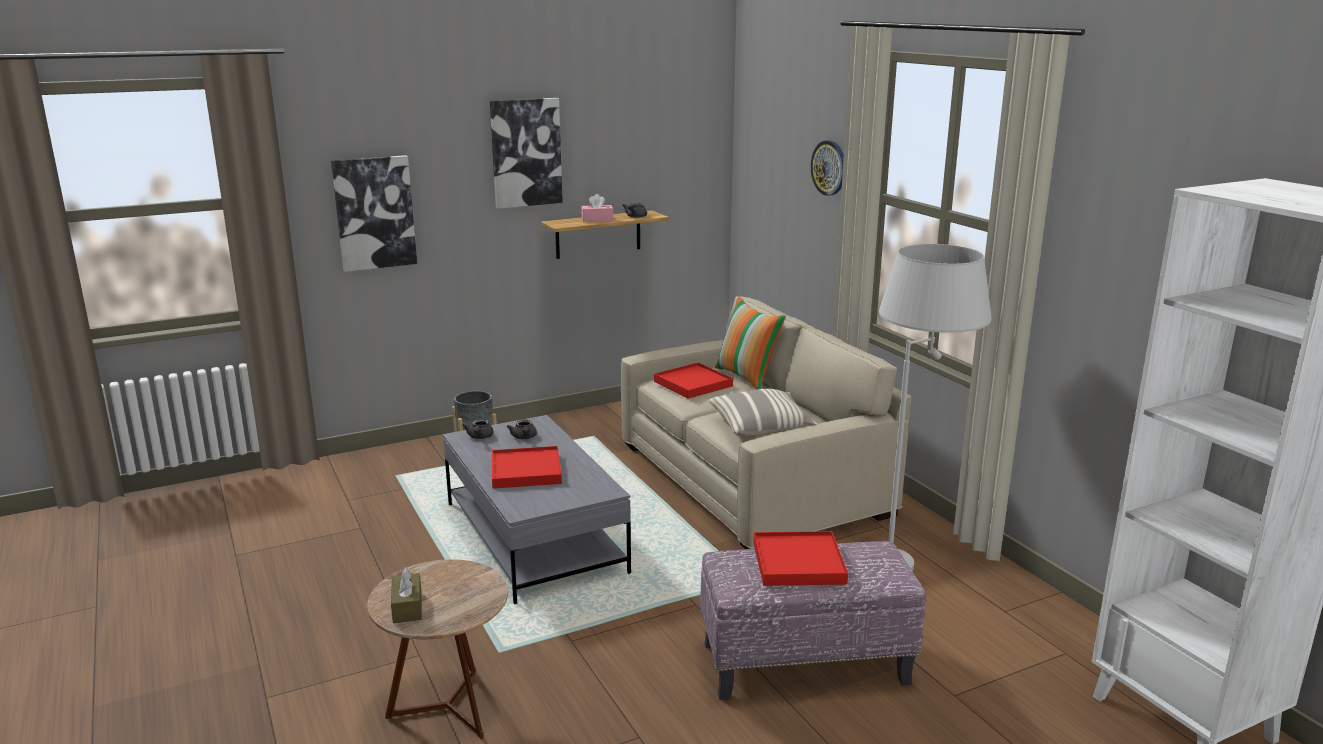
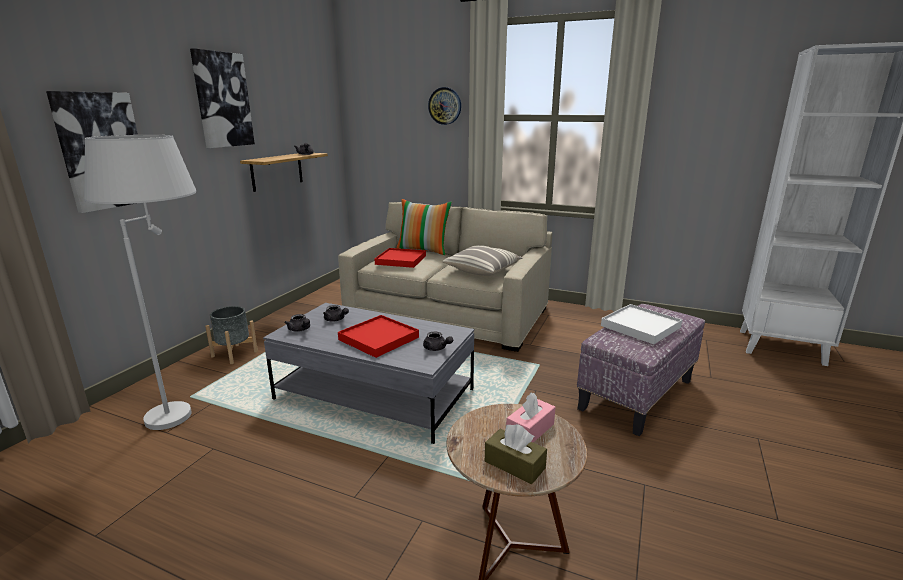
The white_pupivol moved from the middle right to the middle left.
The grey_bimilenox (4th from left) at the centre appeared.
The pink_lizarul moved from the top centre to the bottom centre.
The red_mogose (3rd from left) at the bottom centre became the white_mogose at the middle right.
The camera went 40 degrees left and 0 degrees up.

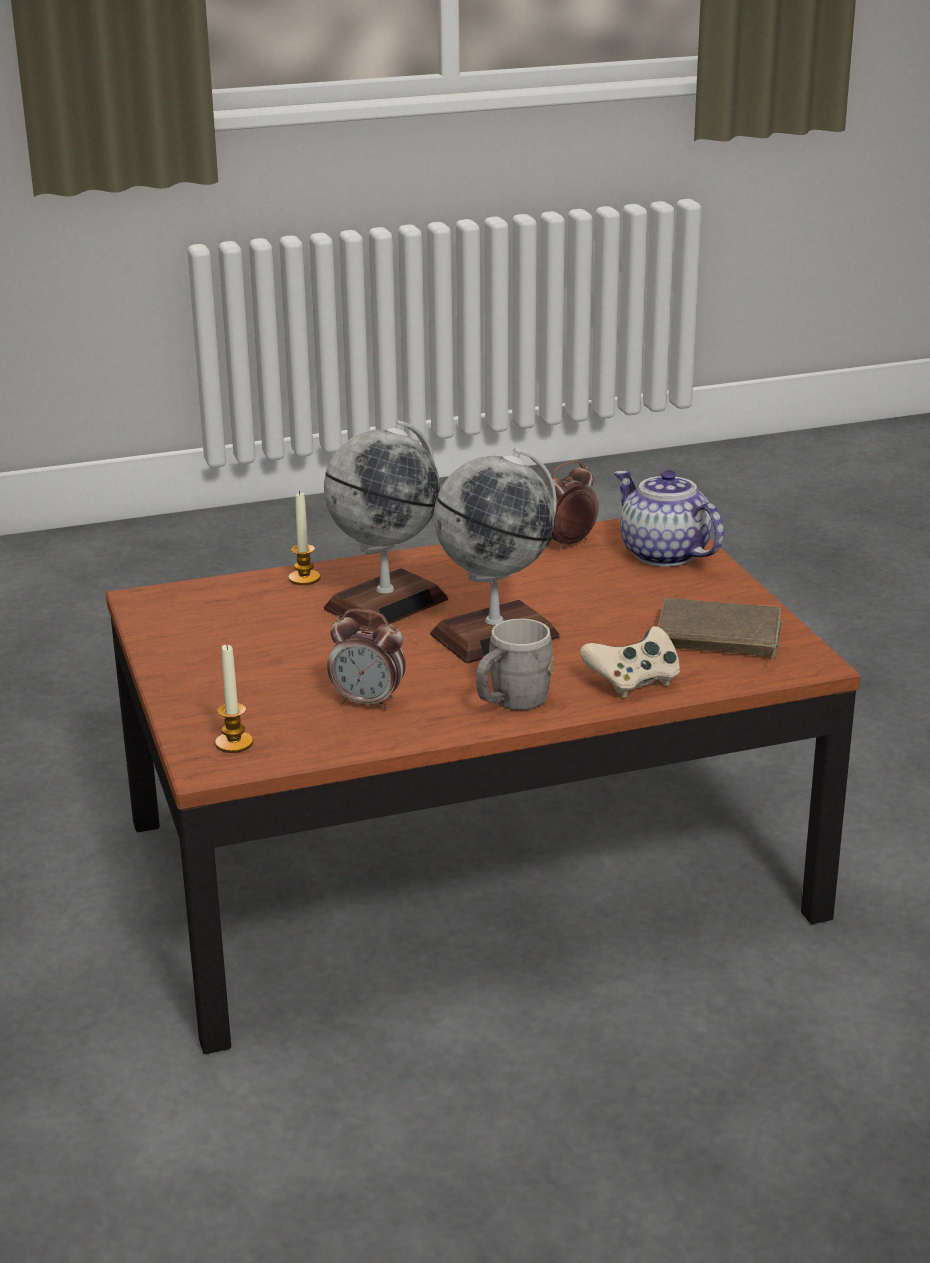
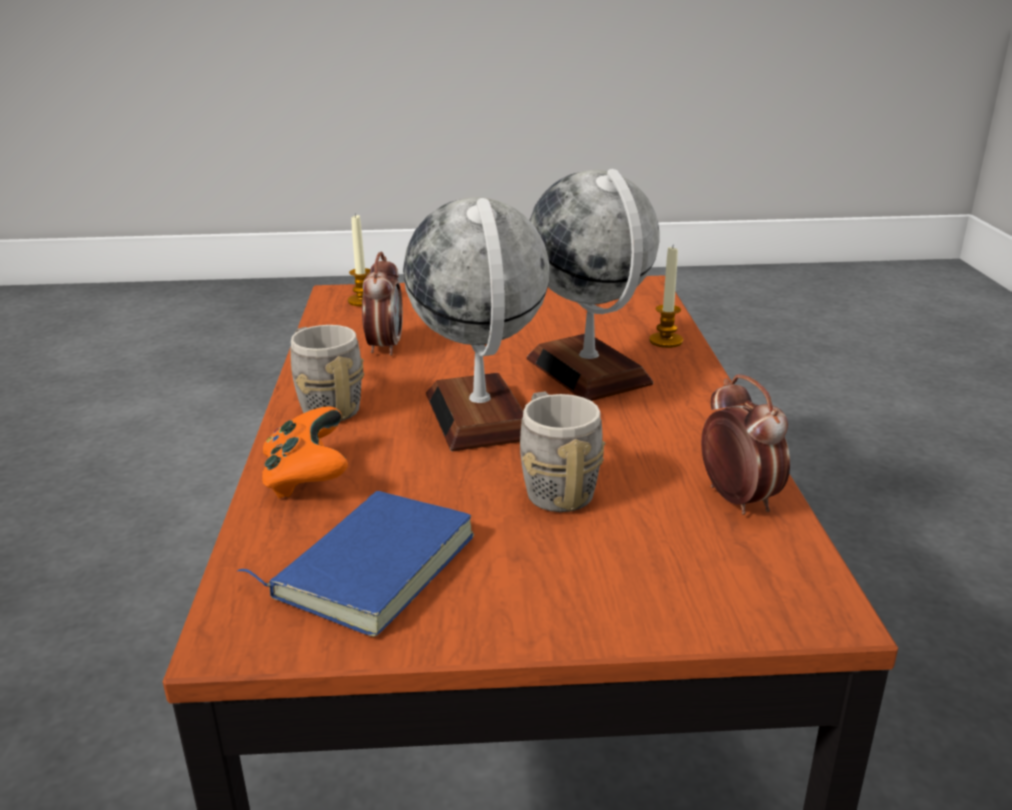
The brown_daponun at the middle right became the blue_daponun at the bottom centre.
The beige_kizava at the middle right became the orange_kizava at the middle left.
The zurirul (1st from left) at the centre turned 150 degrees clockwise.
The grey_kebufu (2nd from left) at the centre appeared.
The bimilenox at the middle right disappeared.
The camera went 105 degrees right and 0 degrees up.

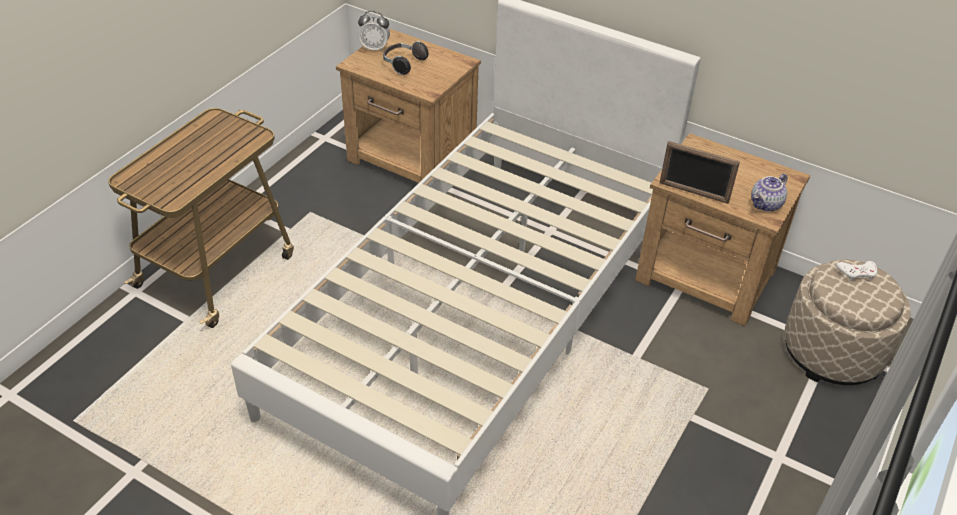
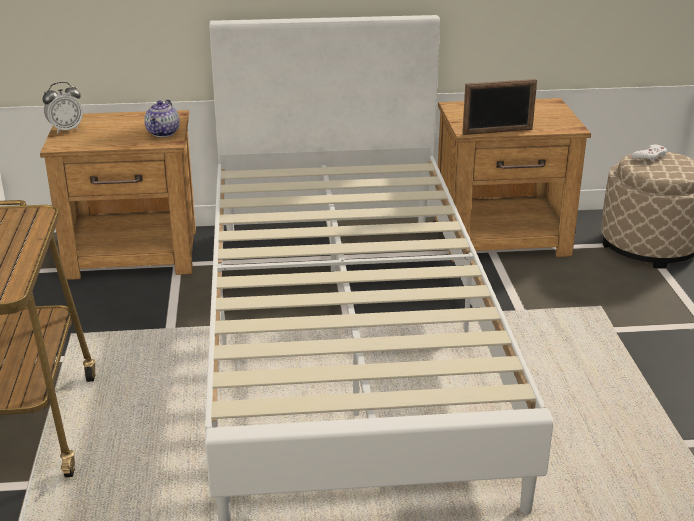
The bimilenox moved from the middle right to the top left.
The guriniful at the top centre disappeared.
The camera went 35 degrees left and 15 degrees down.

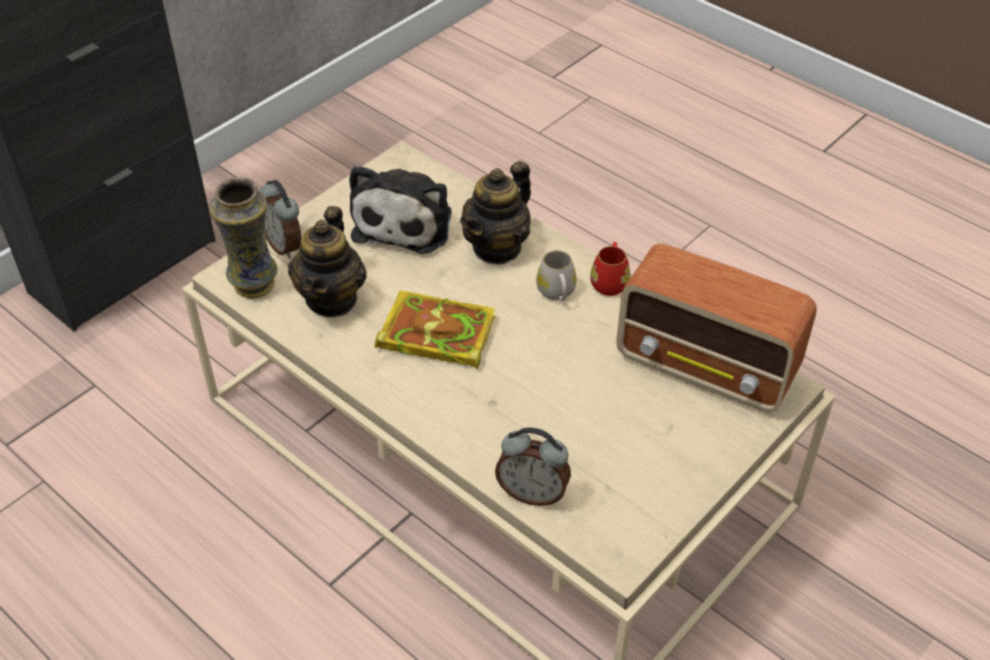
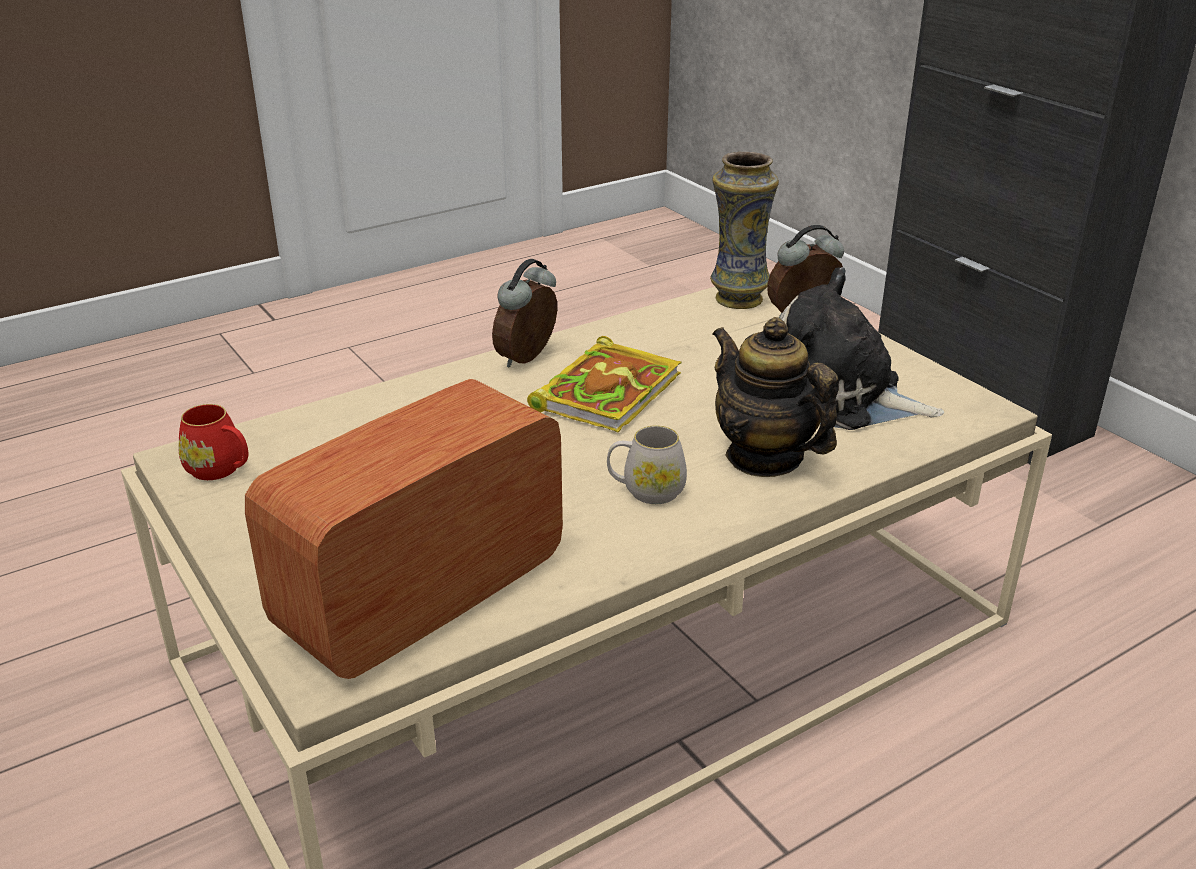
The red_kebufu moved from the centre to the middle left.
The zurirul (2nd from left in the first image) moved from the bottom centre to the centre.
The bimilenox (1st from left) at the middle left disappeared.
The camera went 105 degrees right and 15 degrees down.

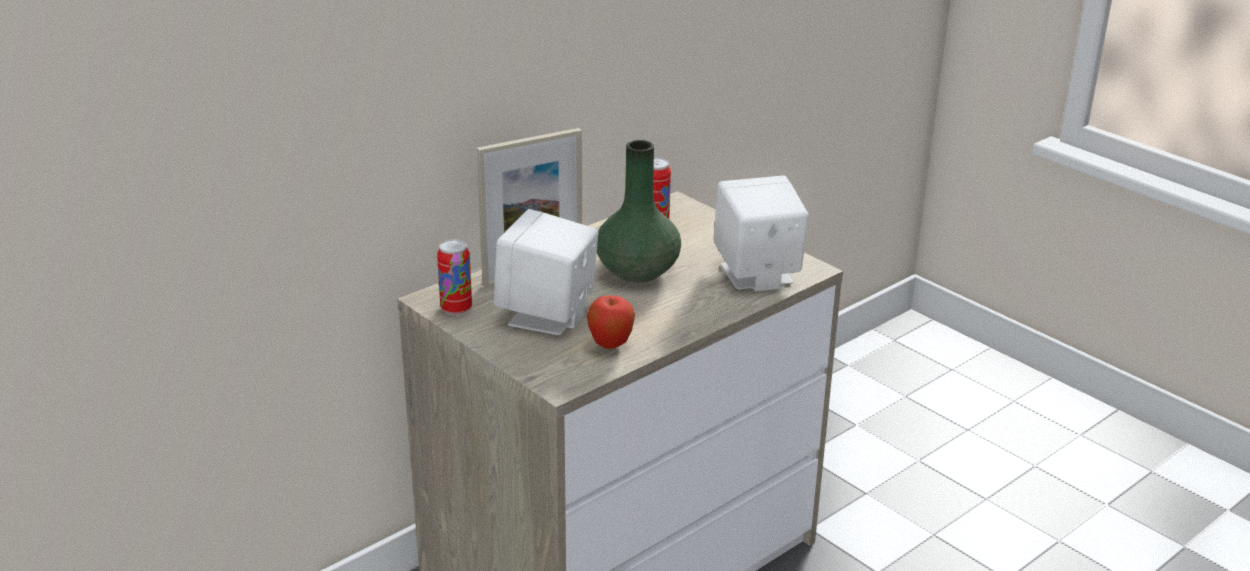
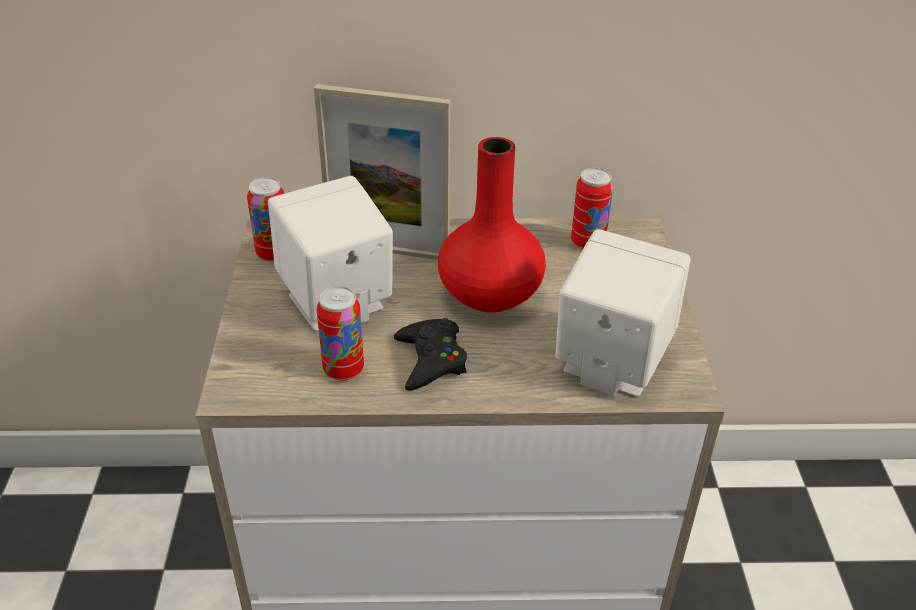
The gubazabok at the centre was replaced by the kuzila (2nd from left) at the centre.
The black_kizava at the centre appeared.
The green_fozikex at the centre became the red_fozikex at the centre.
The camera went 40 degrees right and 10 degrees up.

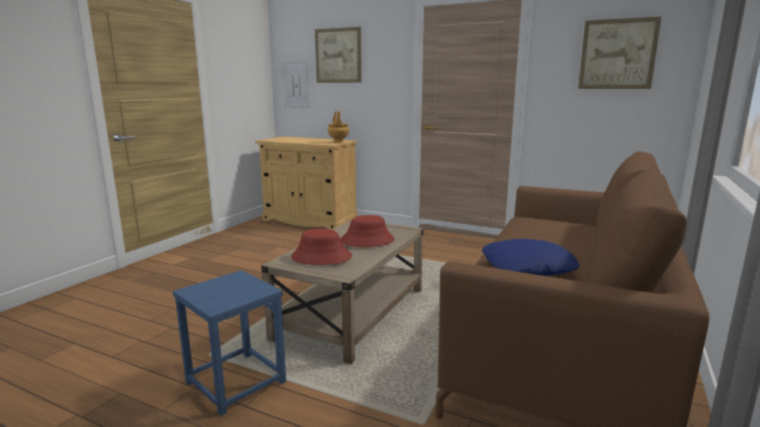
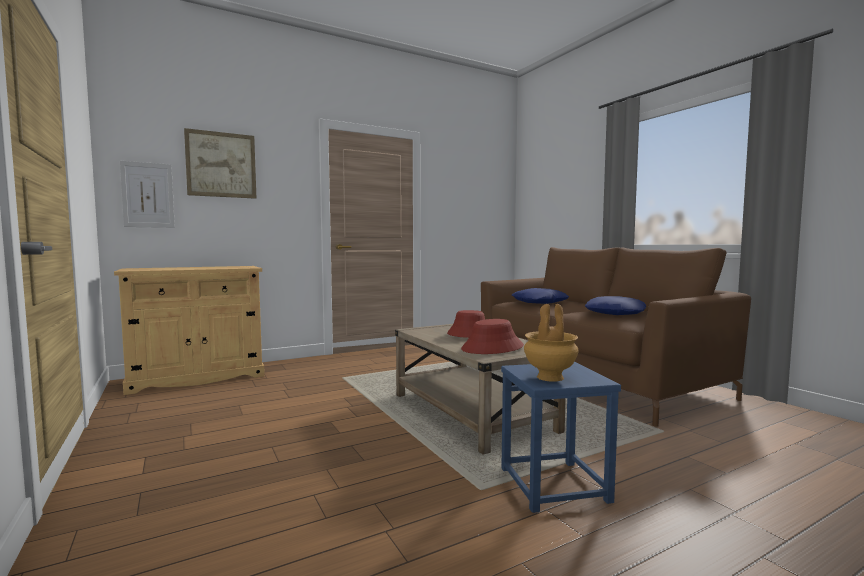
The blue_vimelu (1st from left) at the centre appeared.
The brown_fozikex moved from the top centre to the centre.
The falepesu (3rd from left) at the top right disappeared.
The camera went 55 degrees left and 10 degrees down.

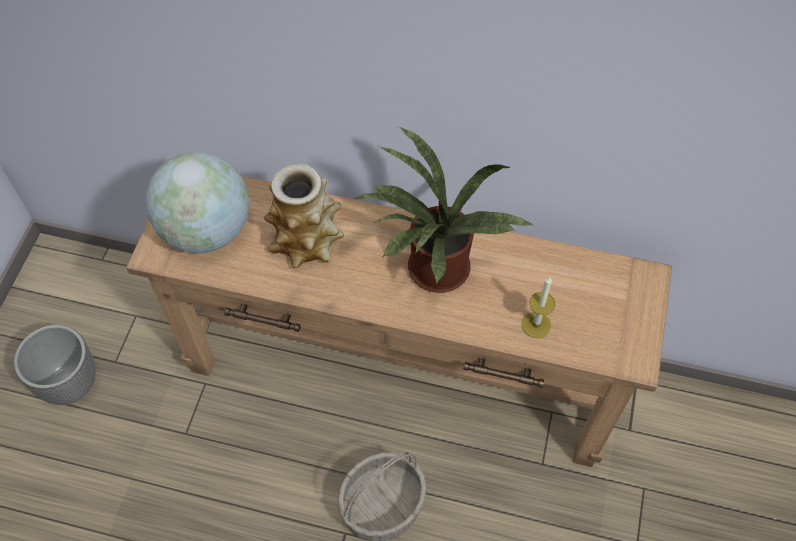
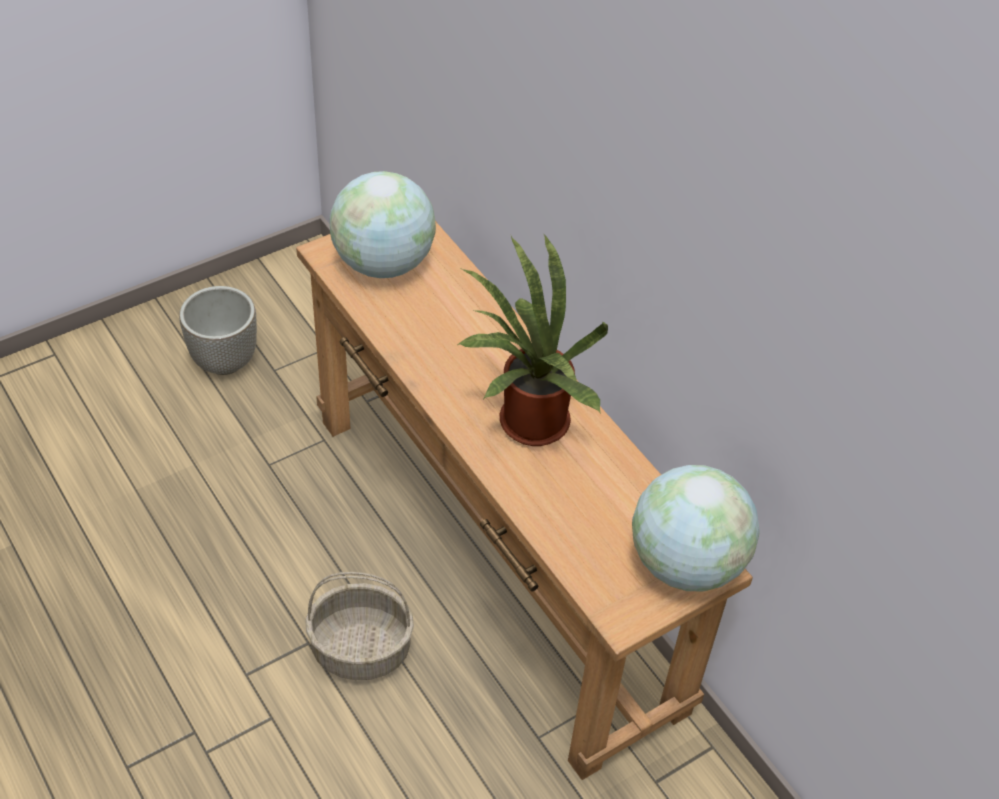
The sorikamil (2nd from left) at the middle right appeared.
The fozikex at the centre disappeared.
The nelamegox at the middle right disappeared.
The camera went 40 degrees right and 10 degrees down.

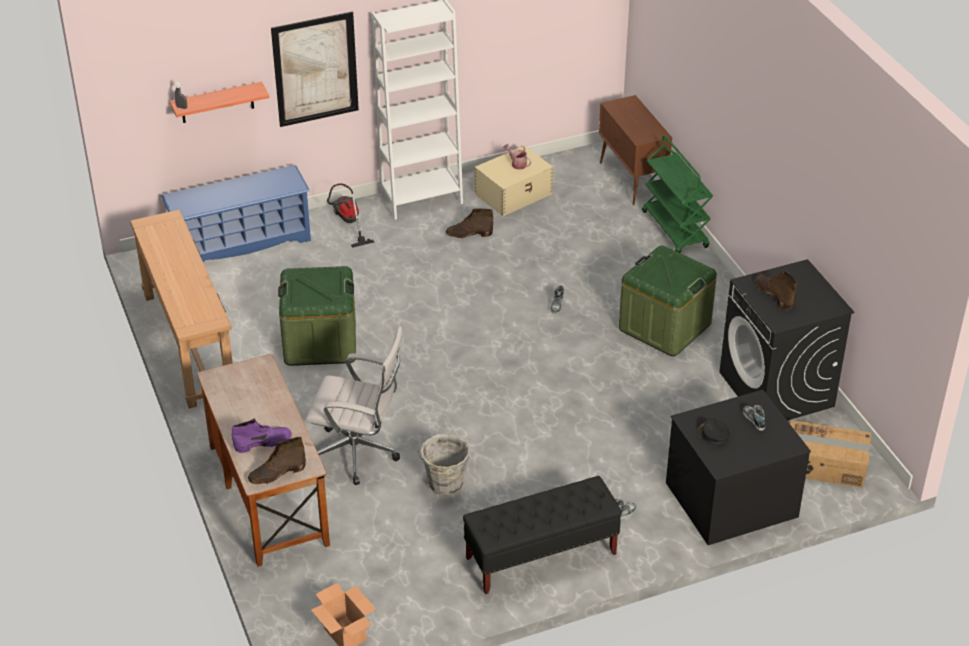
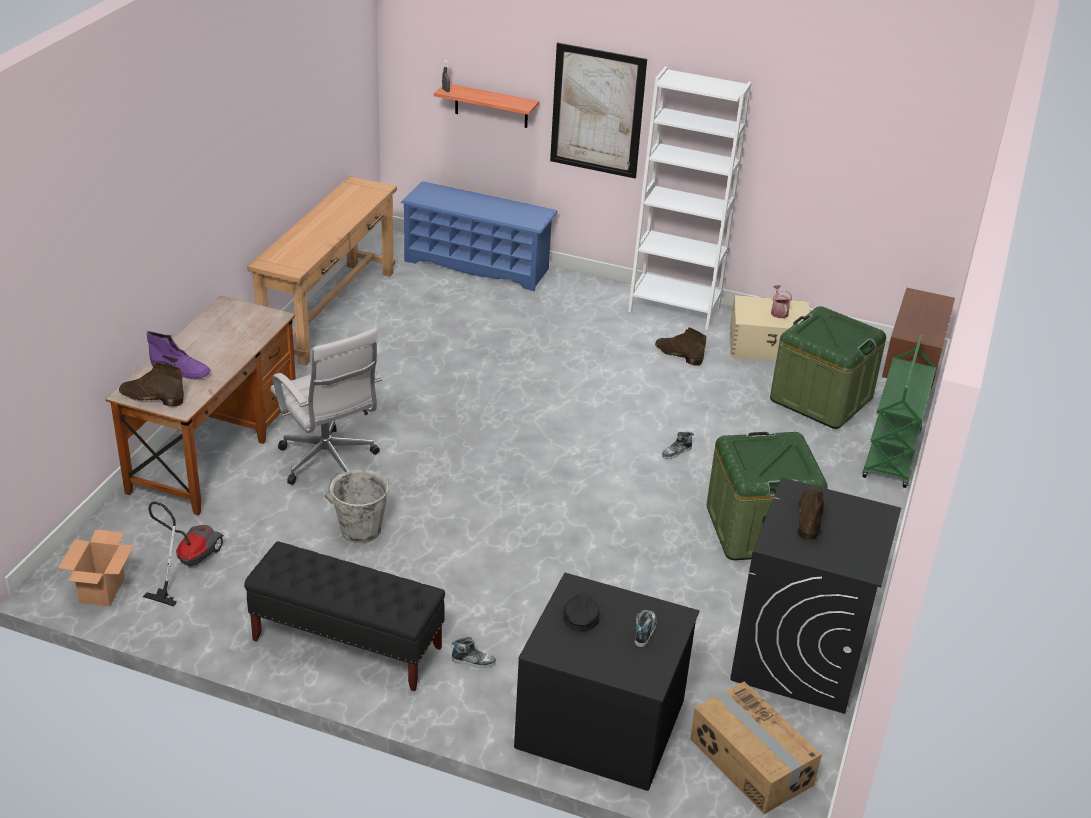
The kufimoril moved from the centre to the bottom left.
The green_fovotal (1st from left in the first image) moved from the middle left to the middle right.
The camera went 40 degrees right and 5 degrees down.

